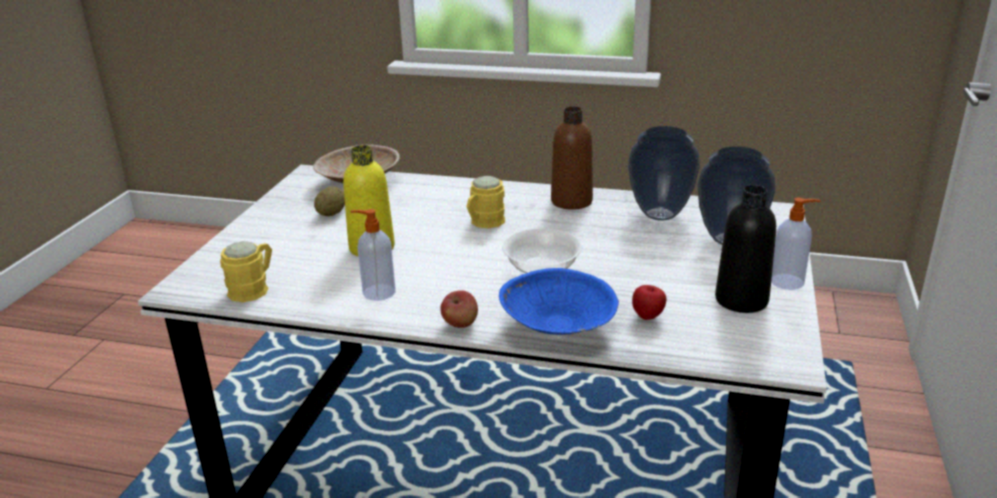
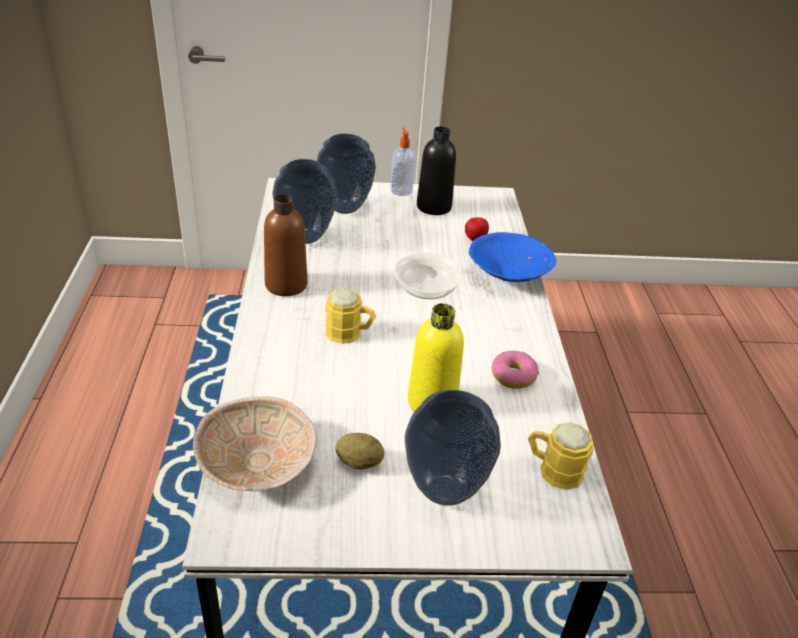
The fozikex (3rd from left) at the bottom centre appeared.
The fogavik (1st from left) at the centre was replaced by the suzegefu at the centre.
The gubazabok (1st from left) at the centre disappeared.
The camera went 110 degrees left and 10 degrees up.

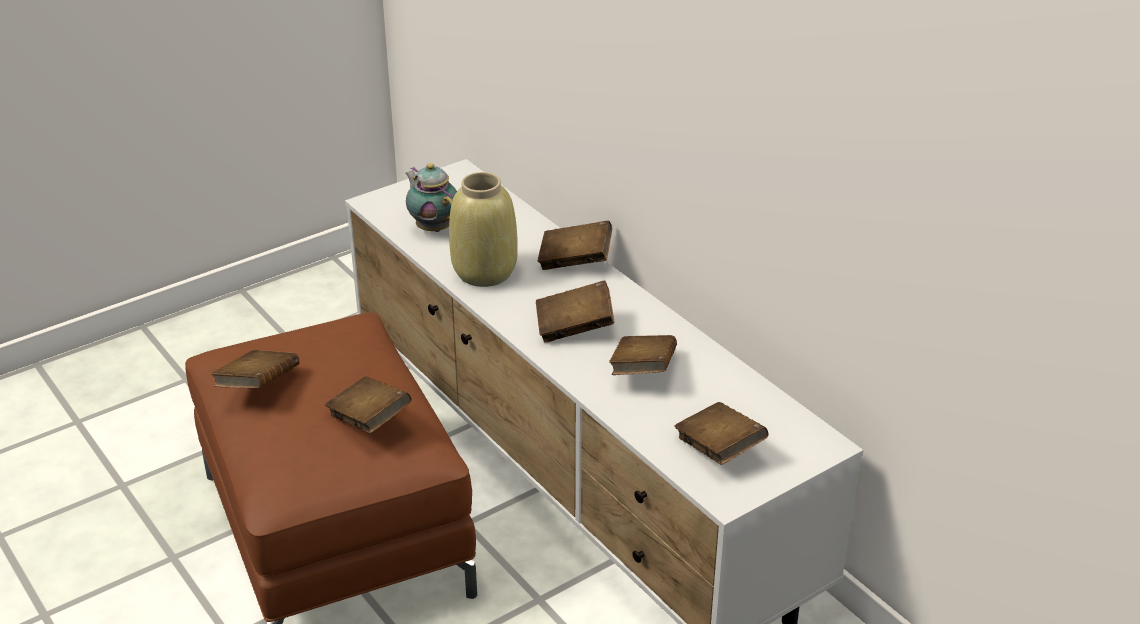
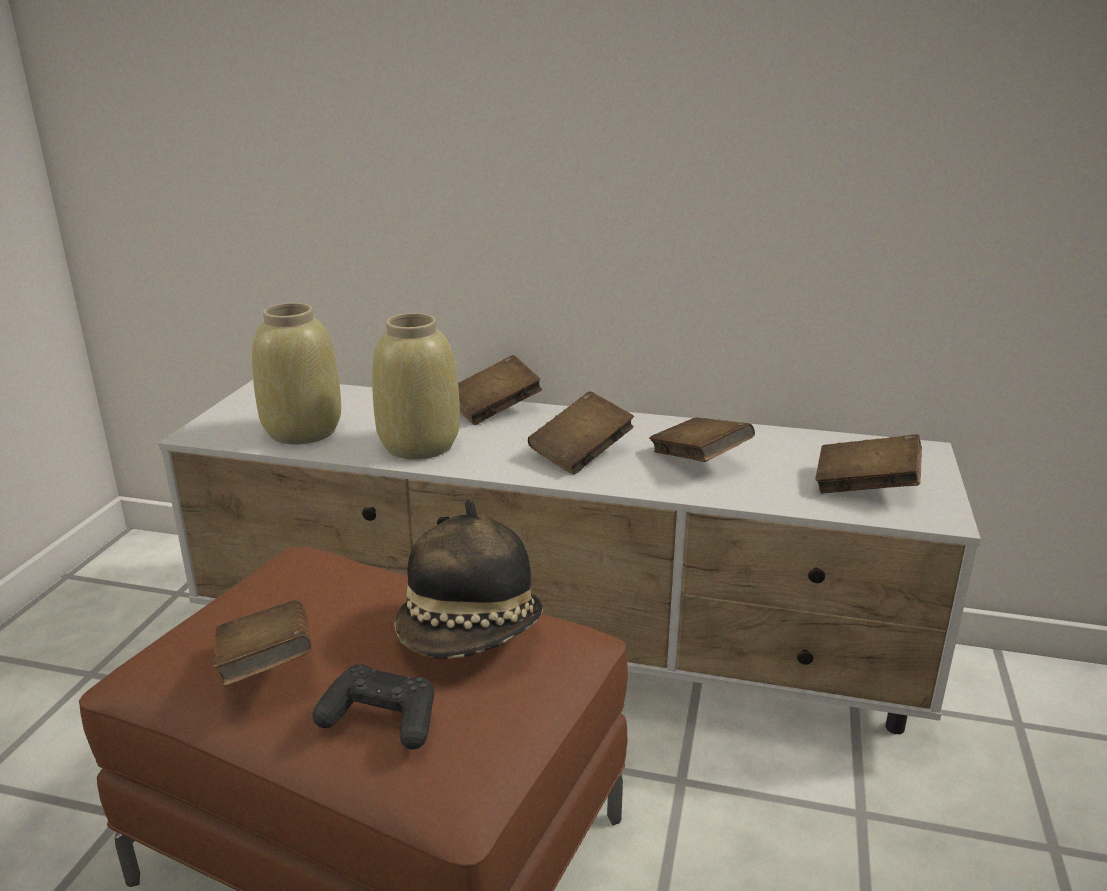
The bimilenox at the top centre was replaced by the beige_fozikex (1st from left) at the middle left.
The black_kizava at the bottom centre appeared.
The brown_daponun (2nd from left) at the middle left was replaced by the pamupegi at the centre.
The camera went 40 degrees left and 10 degrees down.

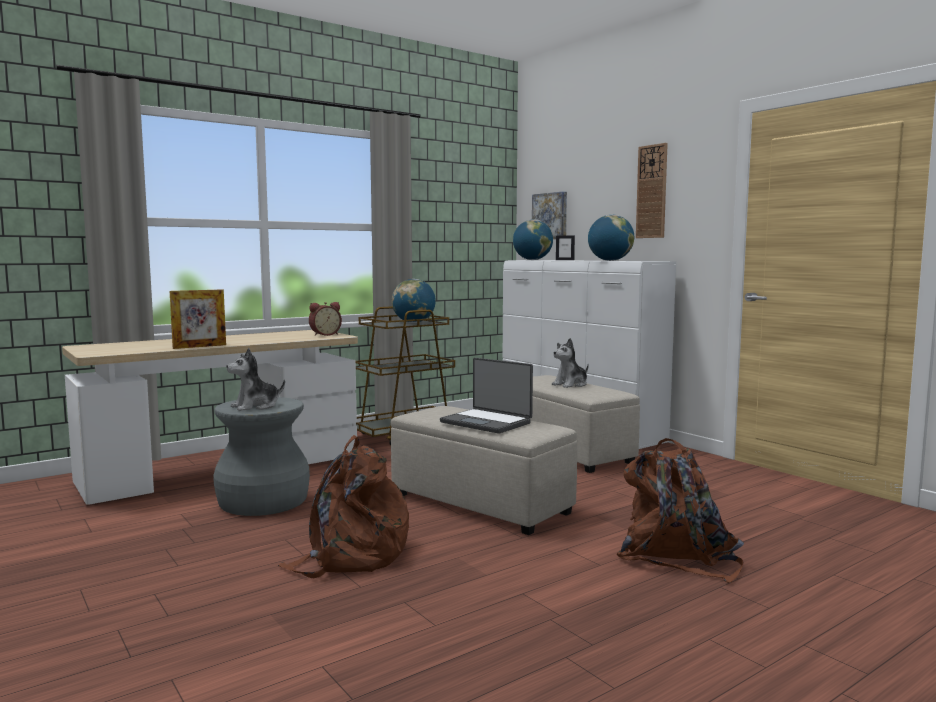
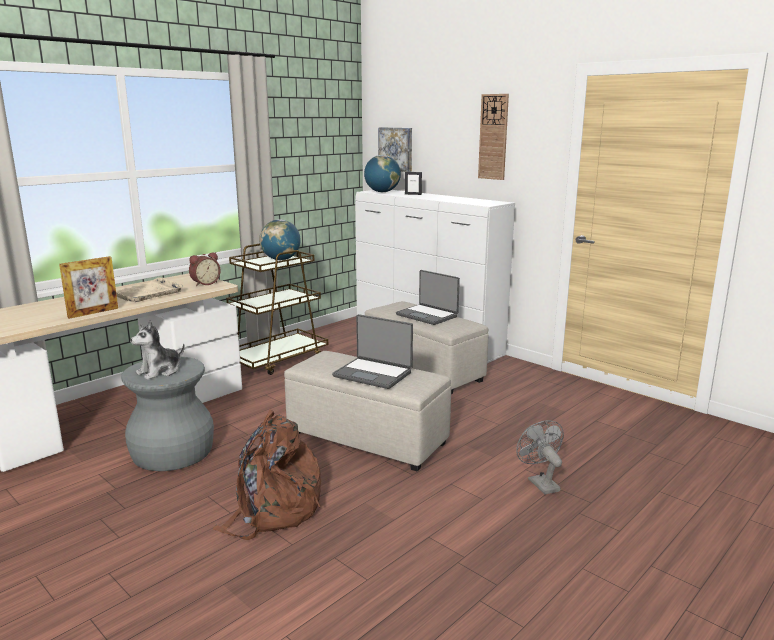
The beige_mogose at the middle left appeared.
The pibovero (2nd from left) at the centre was replaced by the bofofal (2nd from left) at the centre.
The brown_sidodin (2nd from left) at the bottom right was replaced by the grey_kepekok at the bottom right.
The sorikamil (3rd from left) at the centre disappeared.
The camera went 10 degrees left and 10 degrees up.

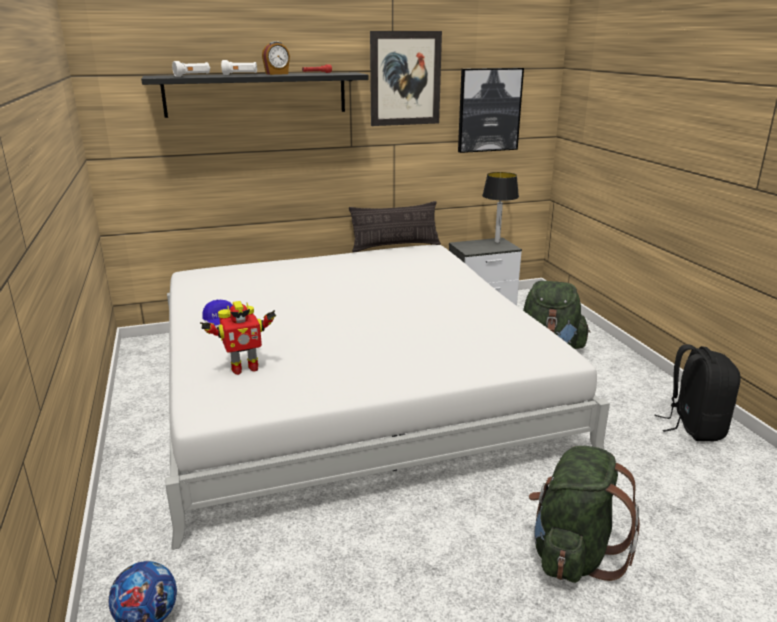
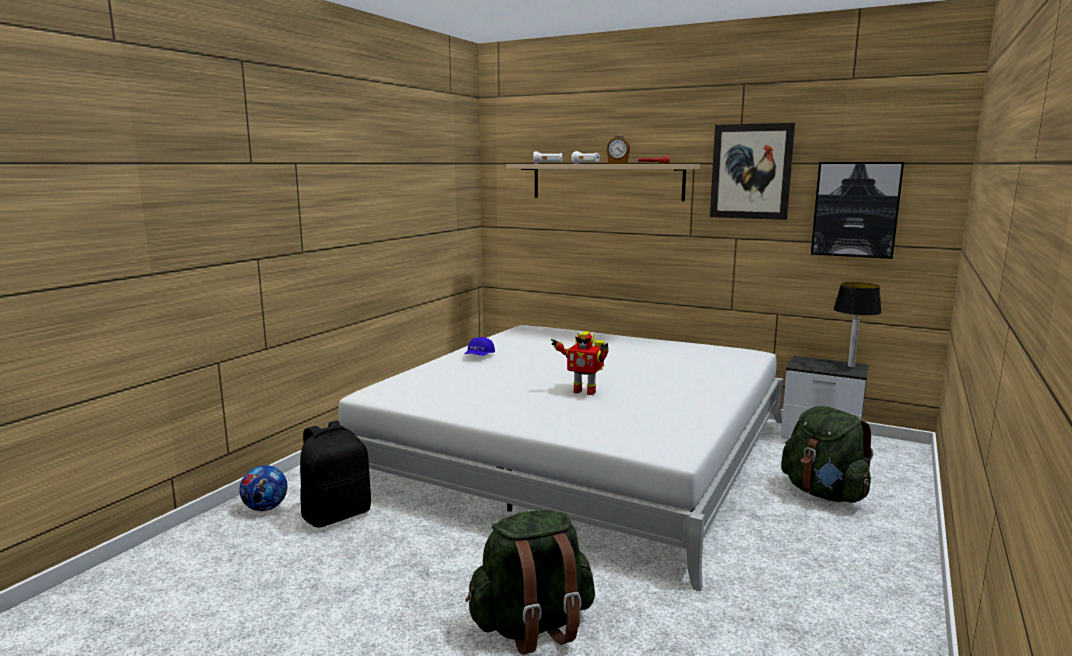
The black_sidodin moved from the middle right to the bottom left.
The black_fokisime at the top left became the beige_fokisime at the top centre.
The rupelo moved from the middle left to the centre.
The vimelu at the centre disappeared.
The camera went 45 degrees right and 10 degrees down.

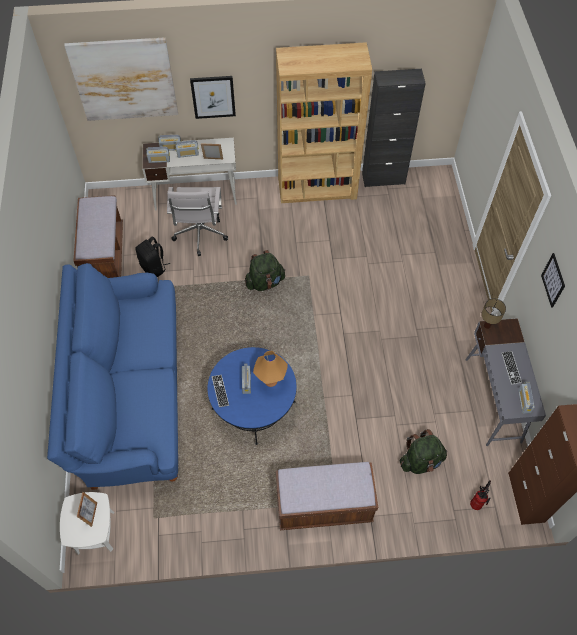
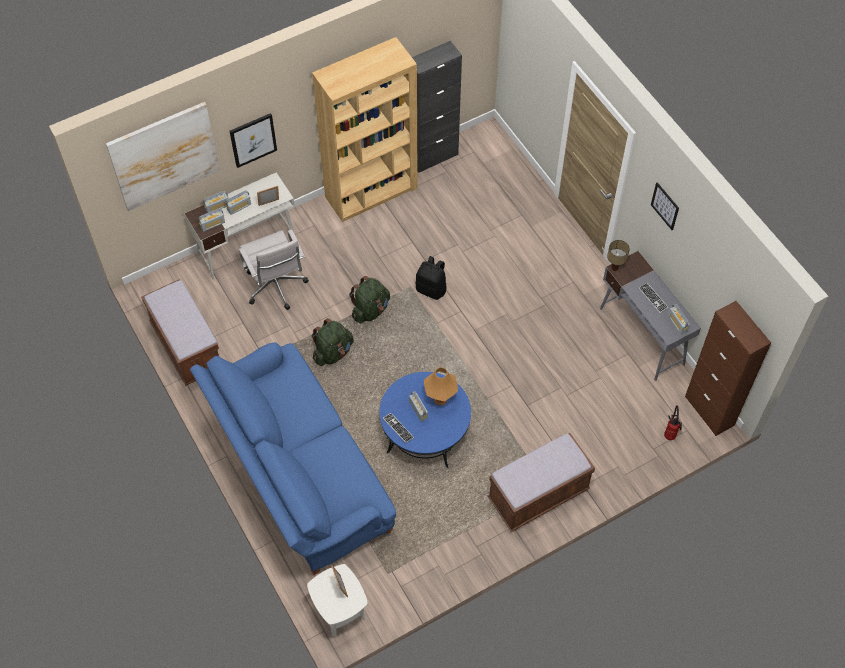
The green_sidodin (2nd from left in the first image) moved from the bottom right to the centre.
The black_sidodin moved from the middle left to the centre.
The camera went 25 degrees left and 0 degrees up.

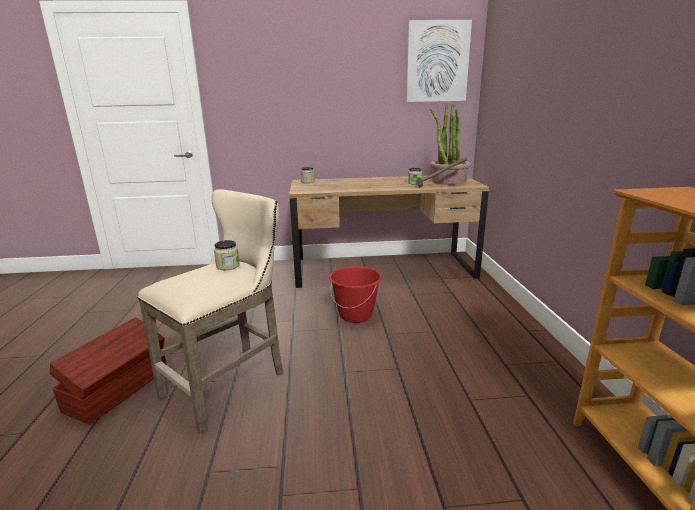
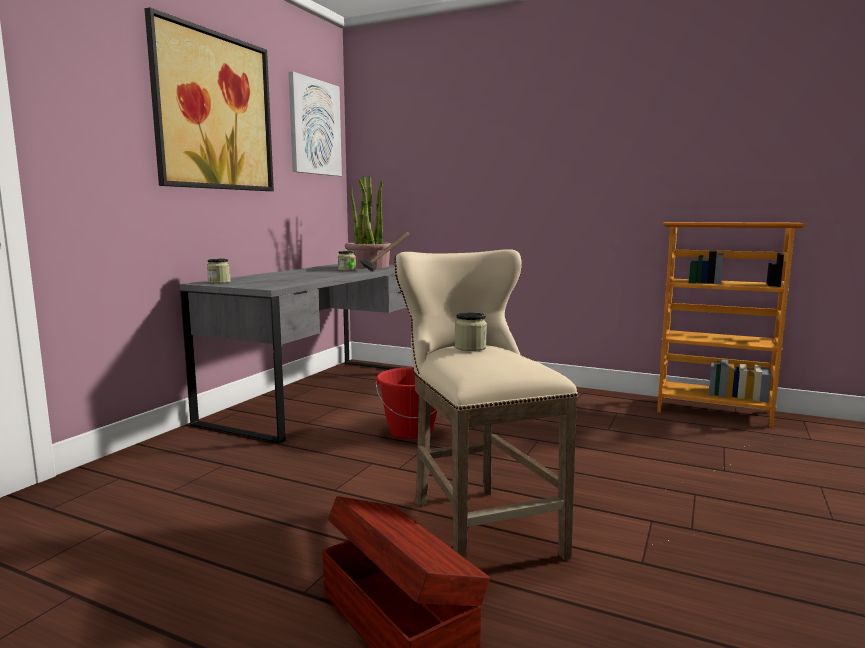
The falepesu (1st from left) at the top left appeared.
The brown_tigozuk at the centre became the grey_tigozuk at the centre.
The camera went 60 degrees left and 10 degrees down.

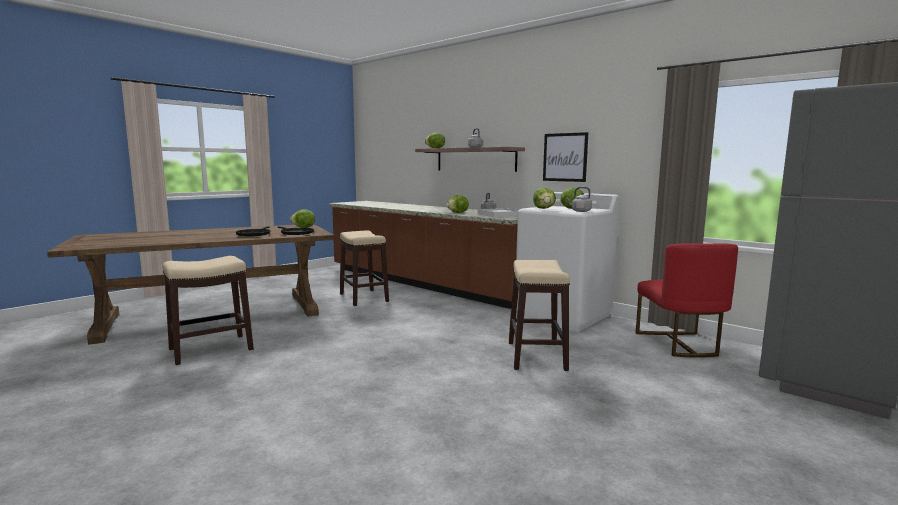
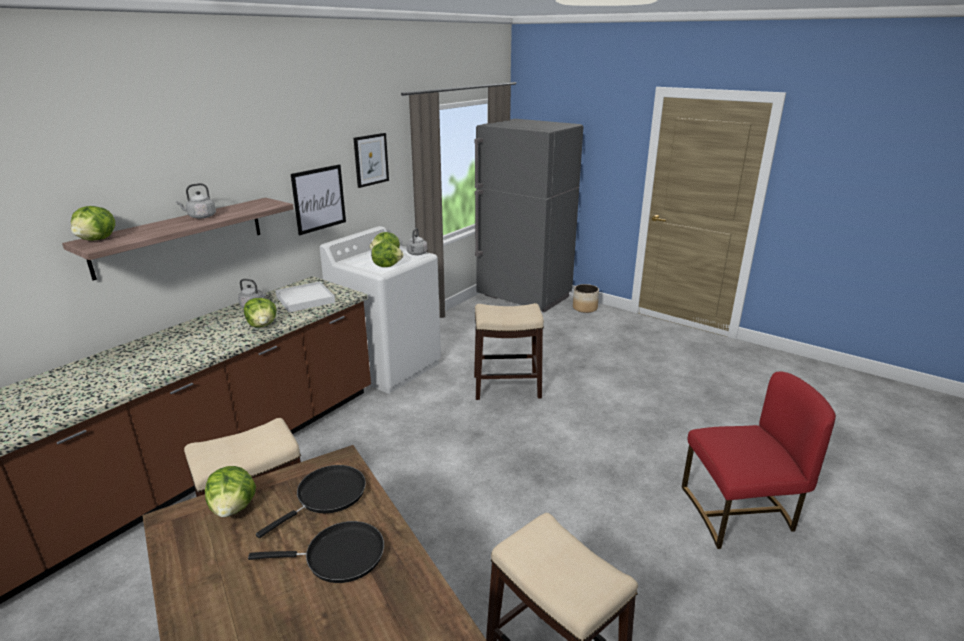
The falepesu (2nd from left) at the top centre appeared.
The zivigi at the centre appeared.
The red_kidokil moved from the middle right to the bottom right.
The camera went 95 degrees left and 15 degrees up.

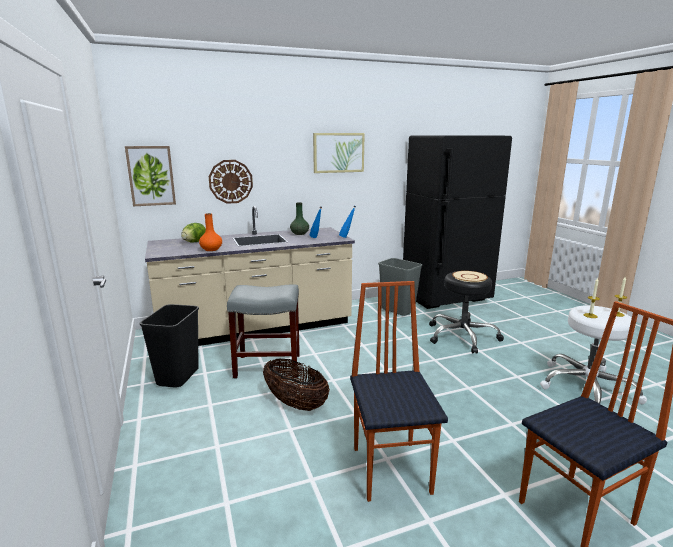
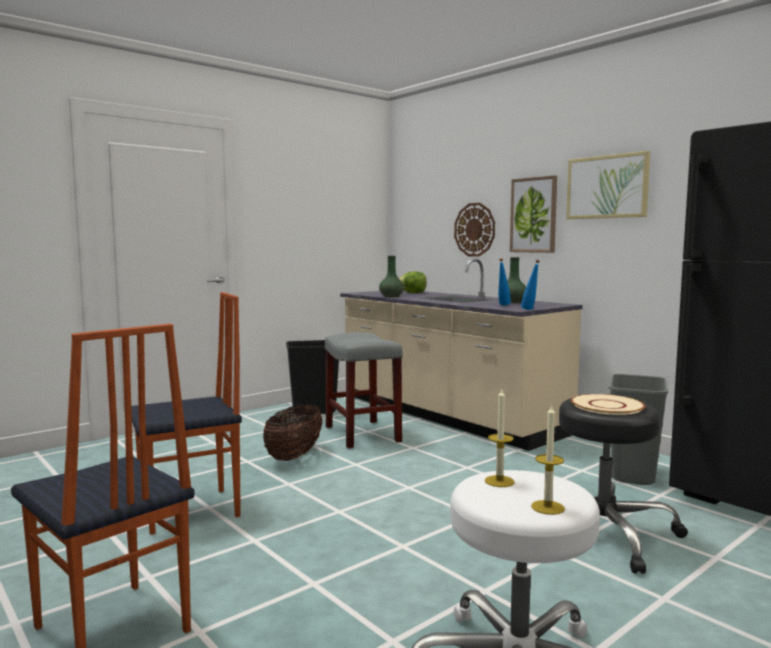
The orange_fozikex at the middle left became the green_fozikex (1st from left) at the centre.
The falepesu (1st from left) moved from the top left to the top right.
The camera went 70 degrees right and 10 degrees down.

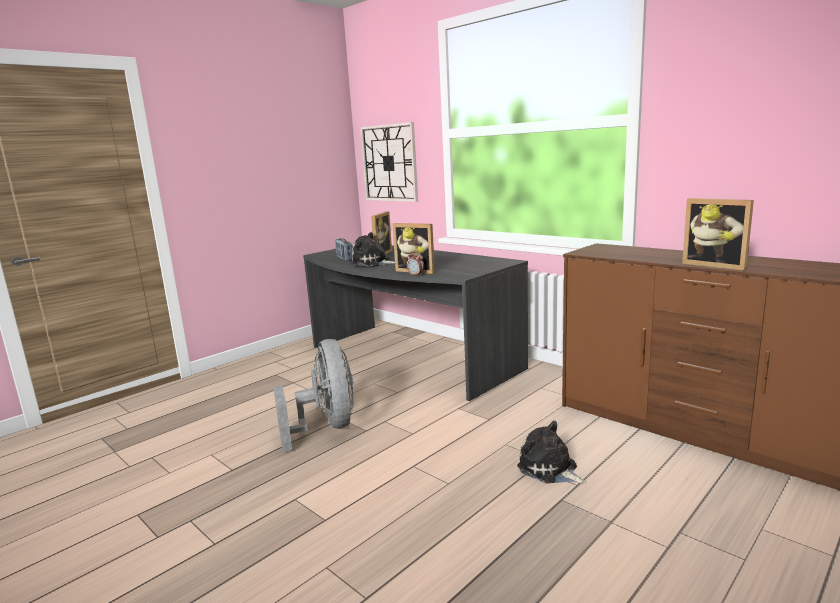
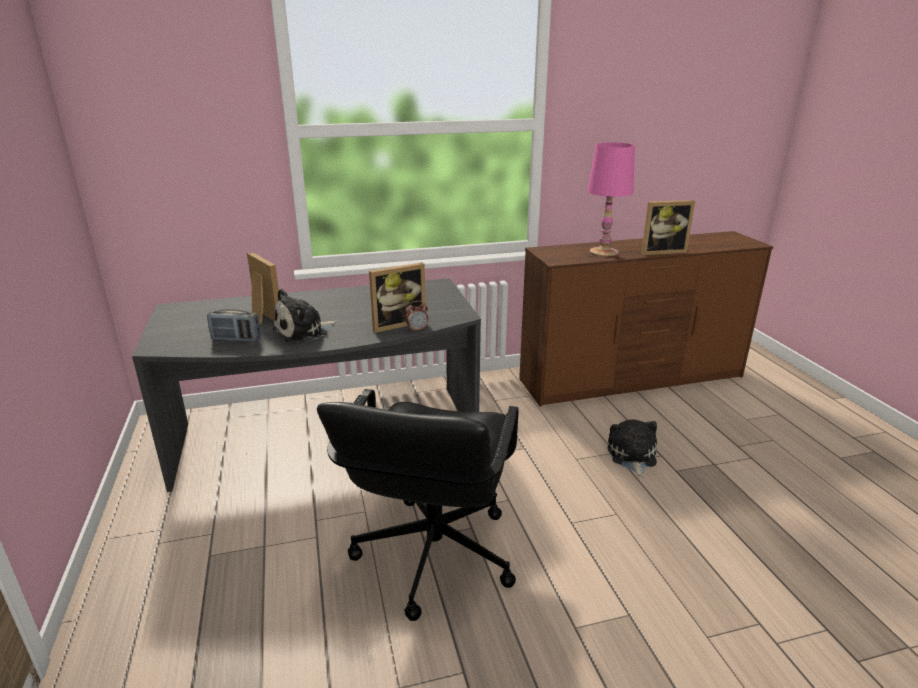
The grey_kepekok at the centre was replaced by the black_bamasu at the bottom centre.
The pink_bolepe at the top centre appeared.
The pibovero (2nd from left) at the bottom centre turned 105 degrees clockwise.
The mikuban at the top centre disappeared.
The camera went 60 degrees left and 10 degrees up.

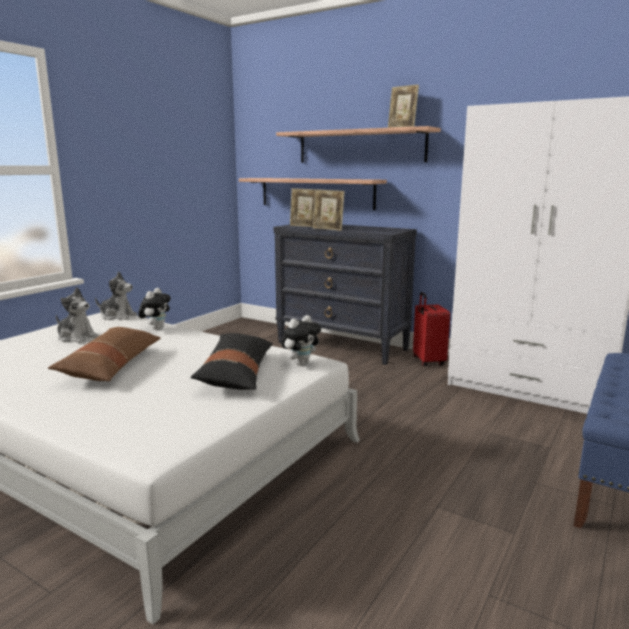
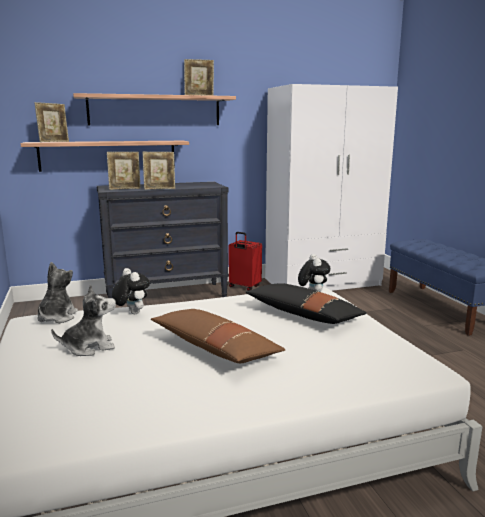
The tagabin (1st from left) at the top left appeared.
The pibovero (2nd from left in the first image) at the middle left turned 45 degrees counterclockwise.
The camera went 50 degrees left and 0 degrees up.

